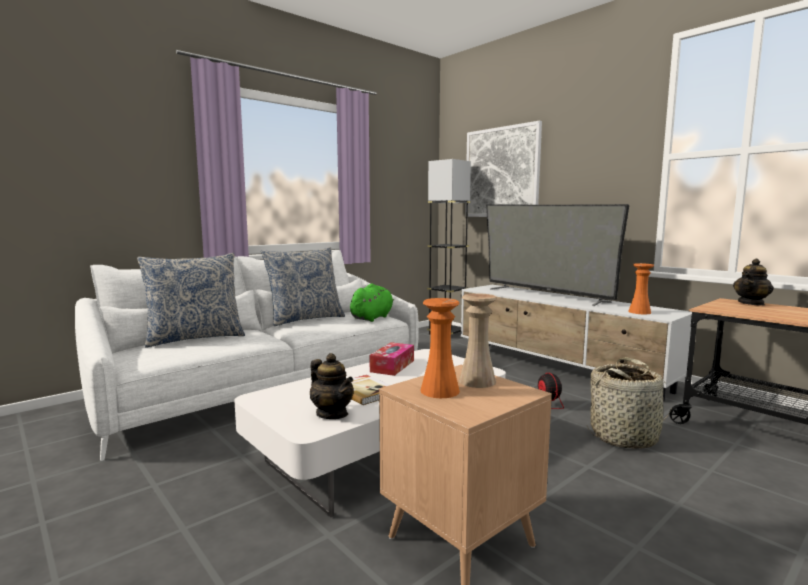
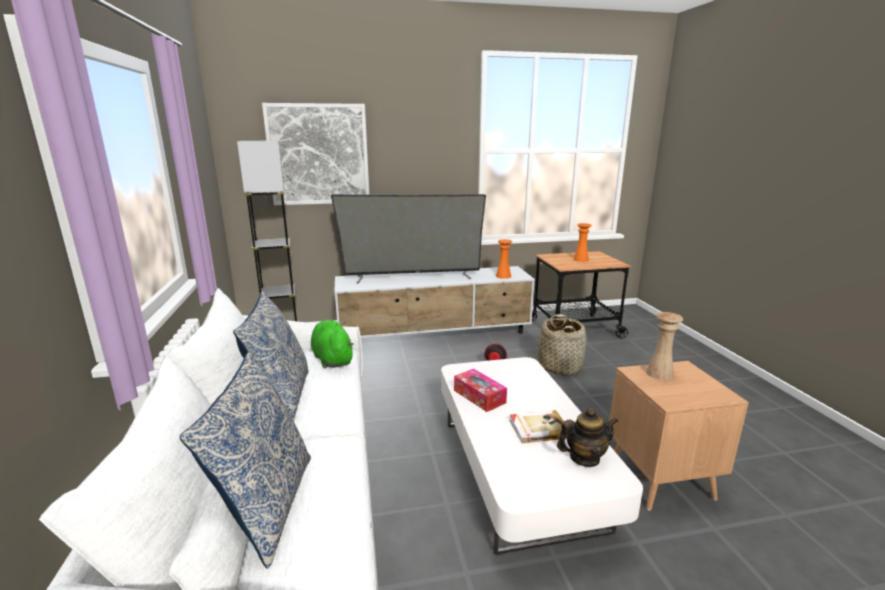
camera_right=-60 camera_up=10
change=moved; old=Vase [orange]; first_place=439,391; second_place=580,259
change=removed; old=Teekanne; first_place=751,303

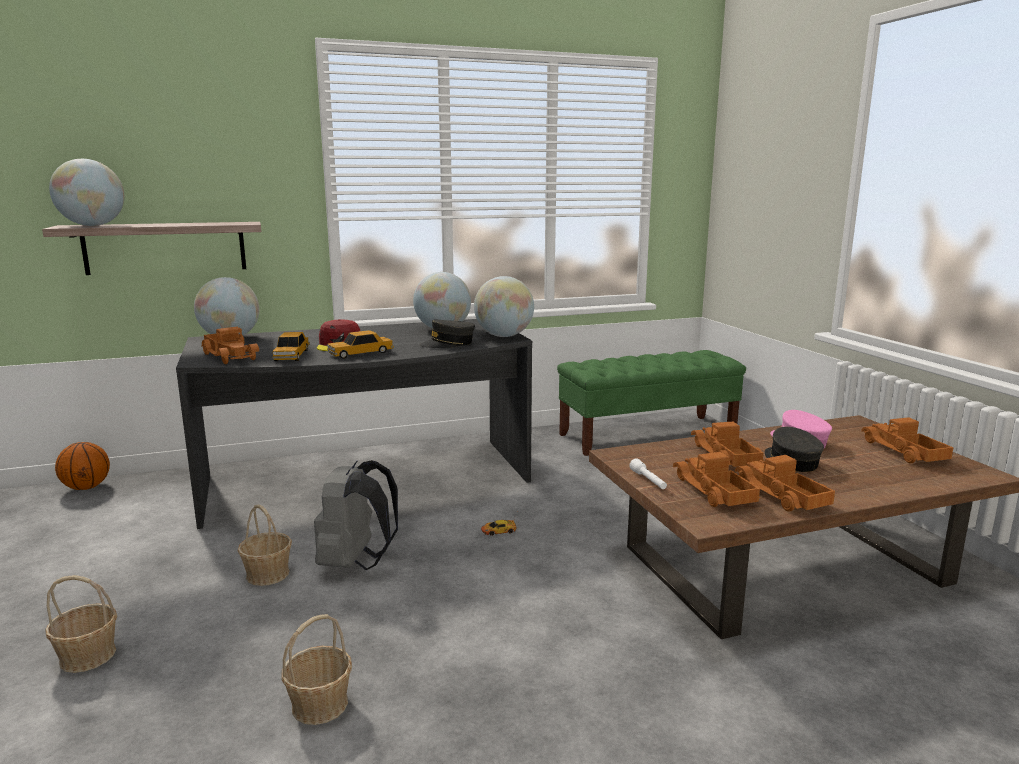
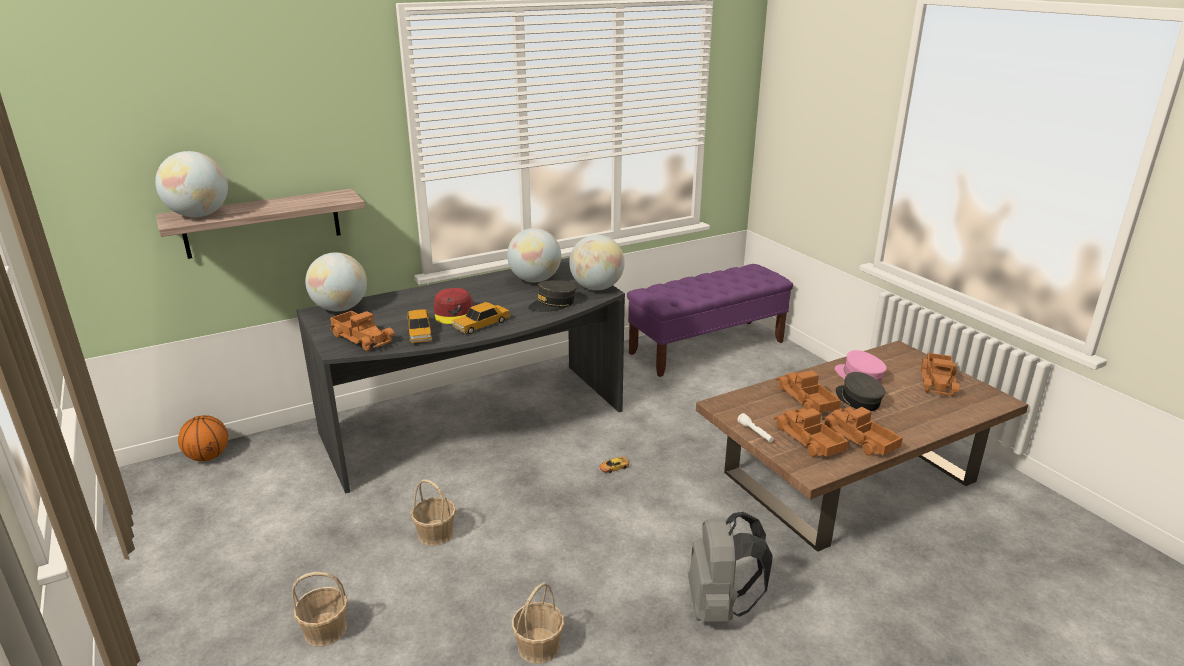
camera_right=-10 camera_up=10
change=recoloured; old=Bank [grün]; new=Bank [lila]; first_place=648,435; second_place=707,347
change=moved; old=Rucksack [grau]; first_place=355,562; second_place=720,607
change=turned; old=Spielzeuglaster; first_place=903,452; second_place=939,382; degrees=-135

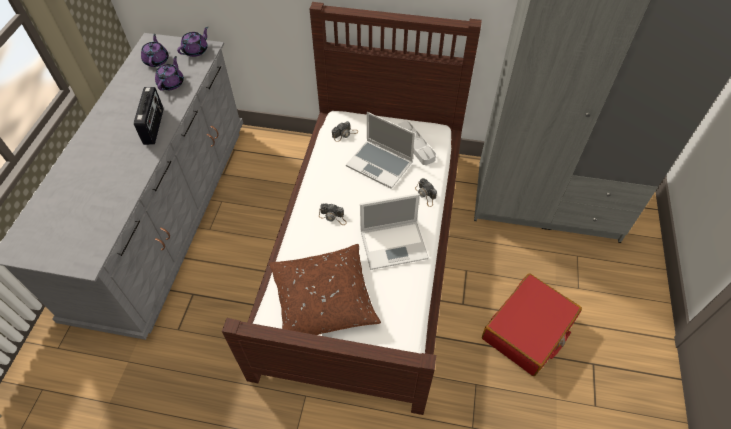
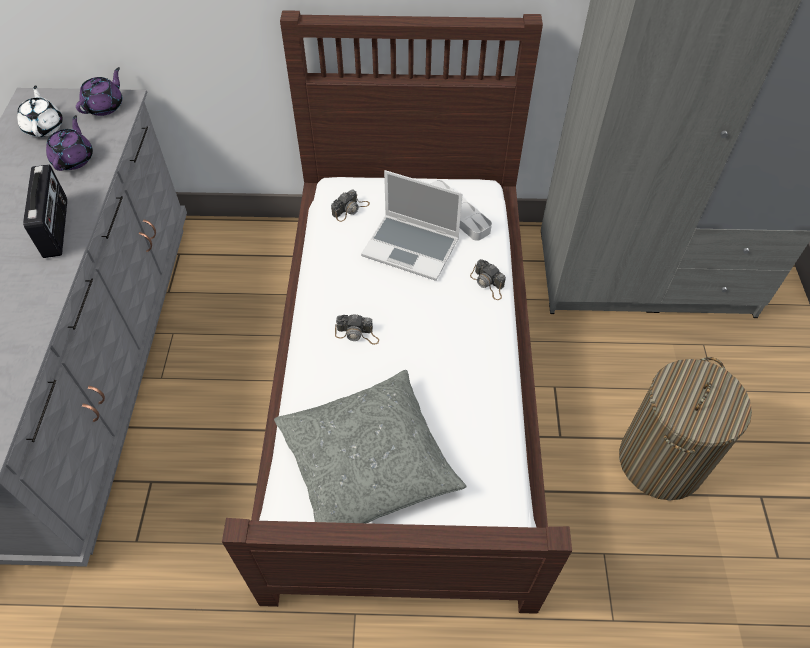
camera_right=-10 camera_up=0
change=recoloured; old=Teekanne [lila]; new=Teekanne [weiß]; first_place=157,60; second_place=44,127
change=recoloured; old=Kissen [braun]; new=Kissen [grau]; first_place=323,299; second_place=367,462
change=replaced; old=Koffer [rot]; new=Wäschekorb; first_place=528,330; second_place=660,461
change=removed; old=Laptop; first_place=395,244

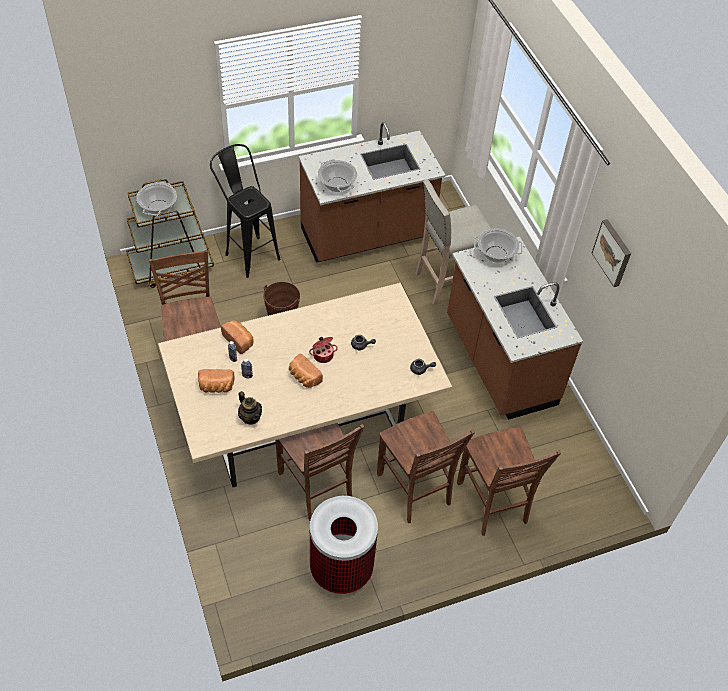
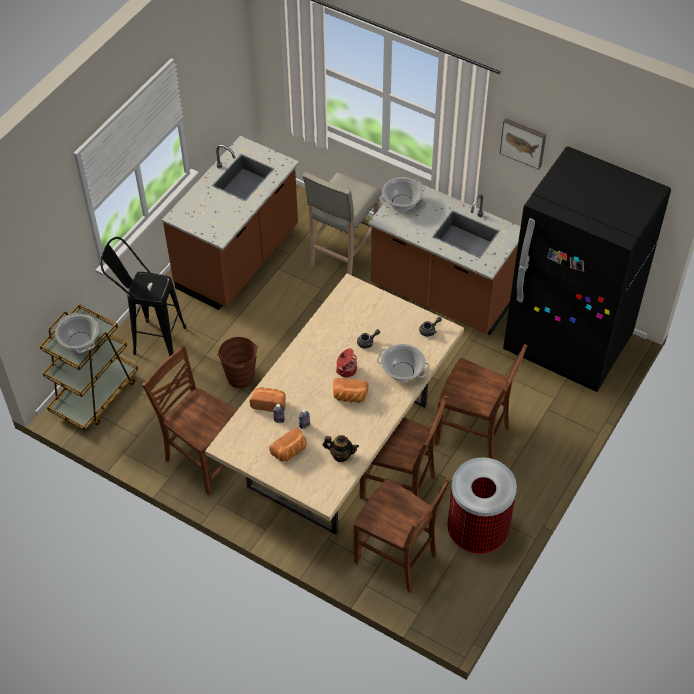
camera_right=-35 camera_up=0
change=moved; old=Stuhl [braun]; first_place=493,503; second_place=397,559
change=moved; old=Kochtopf; first_place=337,185; second_place=402,371
change=added; new=Kühlschrank [schwarz]; second_place=567,344

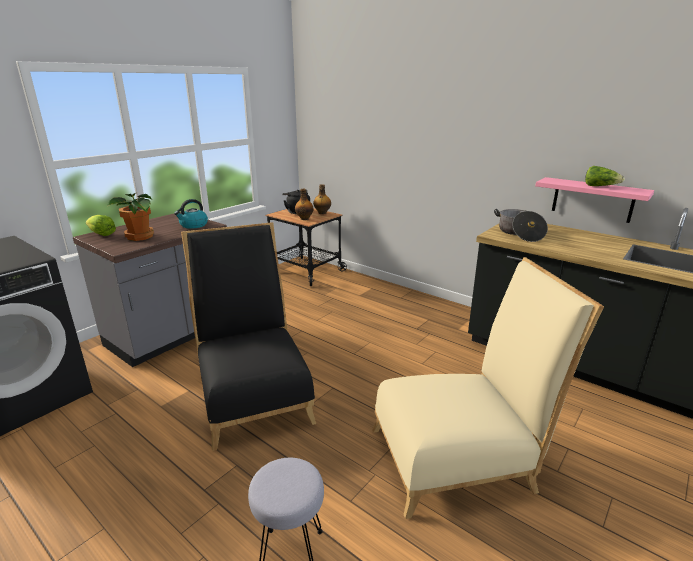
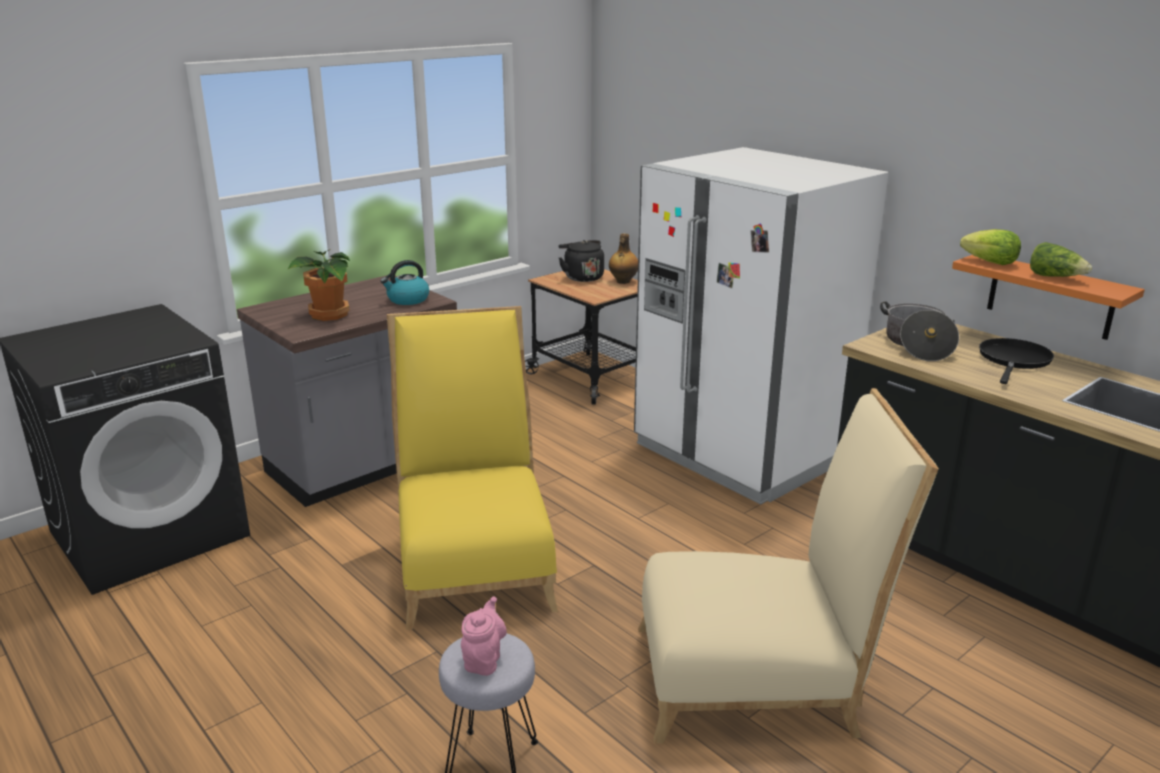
camera_right=10 camera_up=0
change=recoloured; old=Stuhl [schwarz]; new=Stuhl [gelb]; first_place=253,394; second_place=474,562
change=added; new=Teekanne [rosa]; second_place=483,659
change=added; new=Kühlschrank [weiß]; second_place=740,453
change=recoloured; old=Wandregal [rosa]; new=Wandregal [orange]; first_place=592,200; second_place=1050,296
change=moved; old=Salatkopf; first_place=102,235; second_place=990,263
change=added; new=Pfanne [schwarz]; second_place=1014,360
change=removed; old=Flasche; first_place=304,218

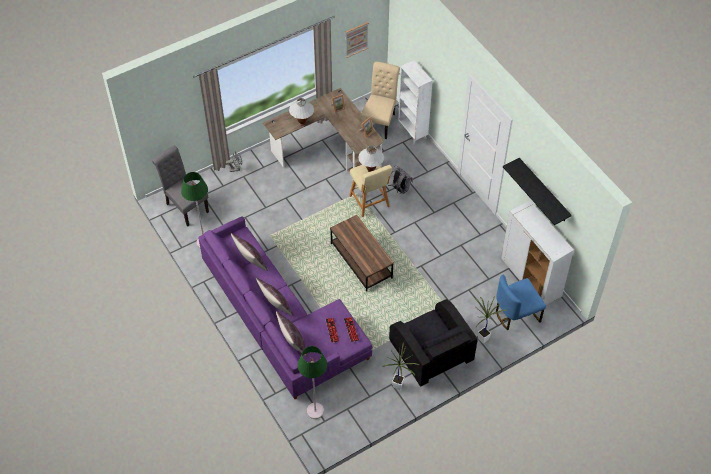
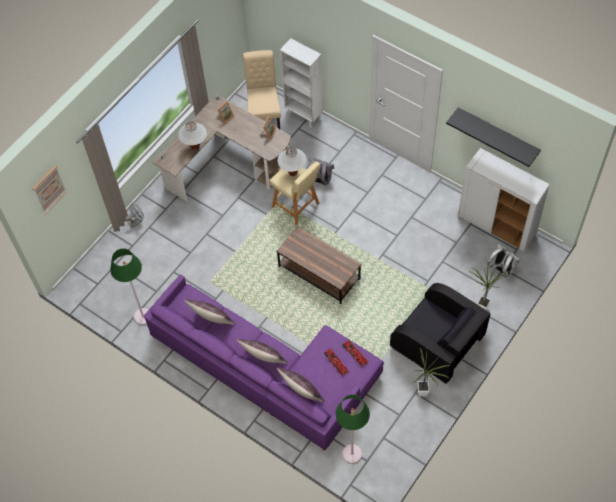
camera_right=-20 camera_up=5
change=moved; old=Bild; first_place=356,39; second_place=49,189
change=replaced; old=Stuhl [blau]; new=Rucksack [weiß]; first_place=516,314; second_place=502,269
change=removed; old=Stuhl [grau]; first_place=185,206

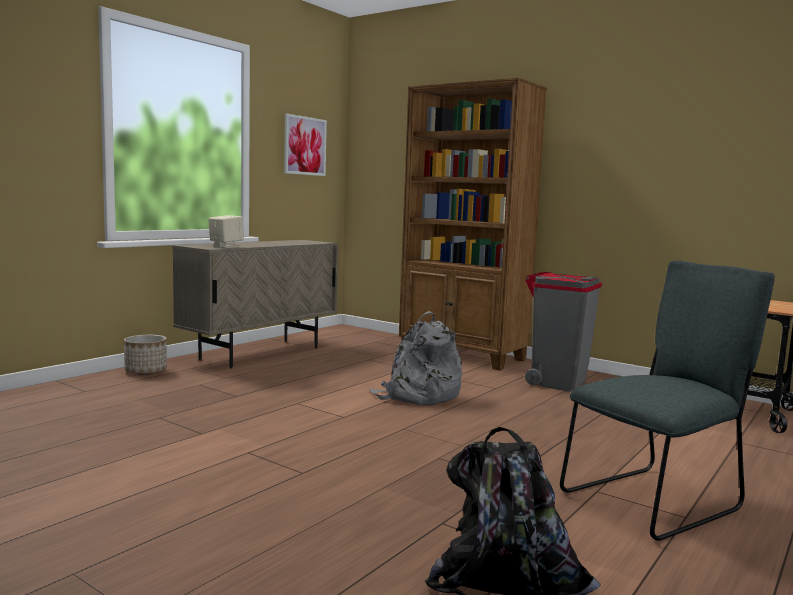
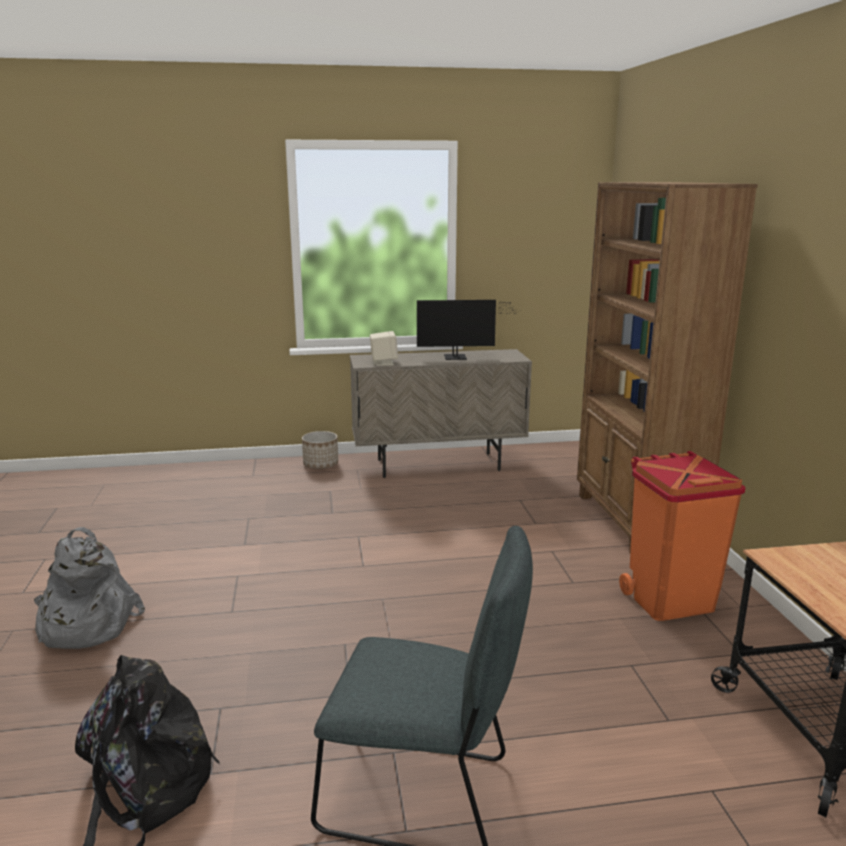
camera_right=45 camera_up=10
change=moved; old=Rucksack [grau]; first_place=418,396; second_place=84,625
change=added; new=Monitor; second_place=459,357
change=recoloured; old=Mülleimer [grau]; new=Mülleimer [orange]; first_place=557,382; second_place=669,600
change=removed; old=Bild; first_place=304,146

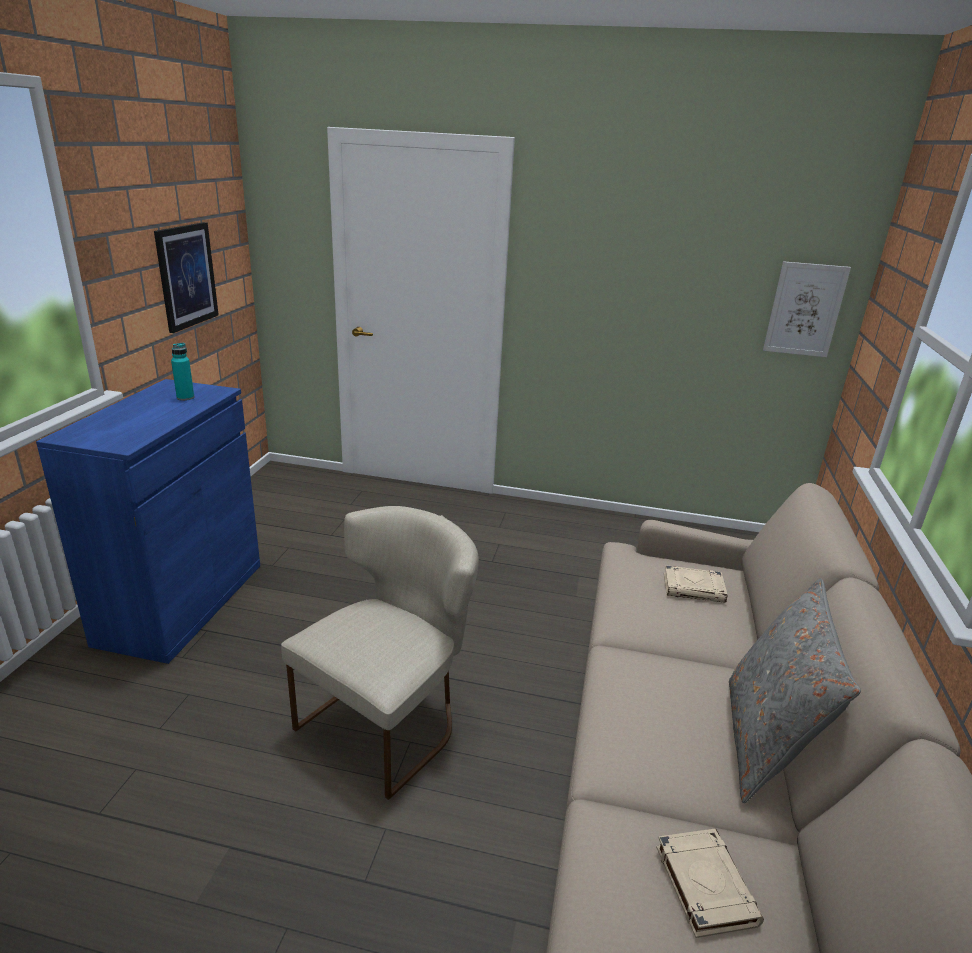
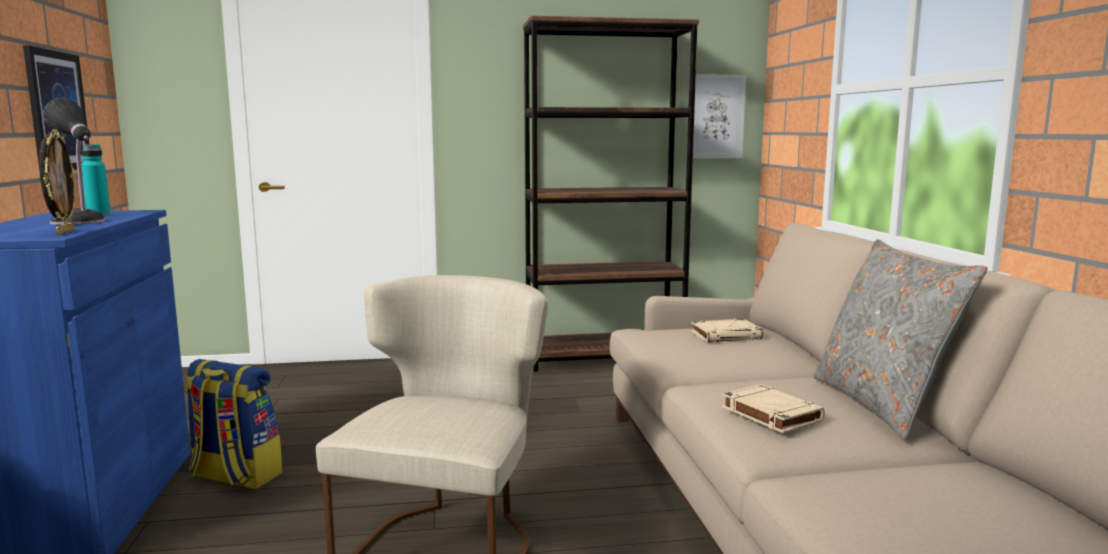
camera_right=-20 camera_up=-15
change=added; new=Bilderrahmen; second_place=64,232
change=added; new=Tischlampe; second_place=79,222
change=added; new=Rucksack; second_place=234,477
change=added; new=Bücherregal [braun]; second_place=604,358
change=moved; old=Buch [beige]; first_place=704,884; second_place=770,414

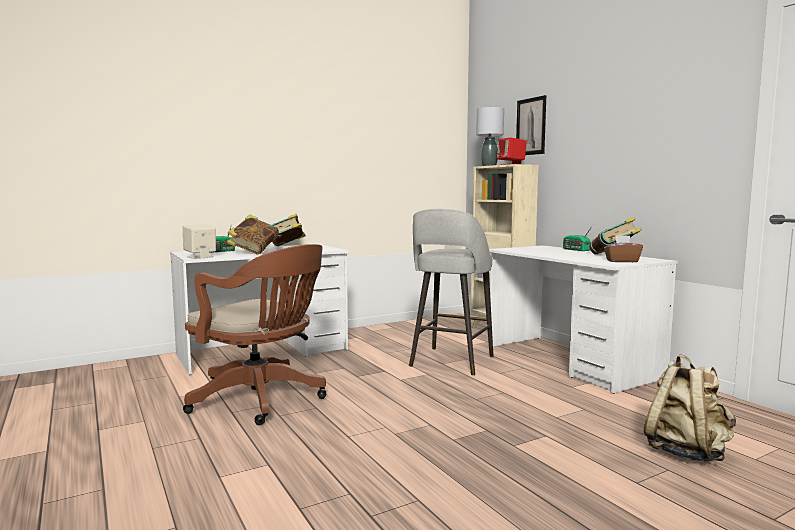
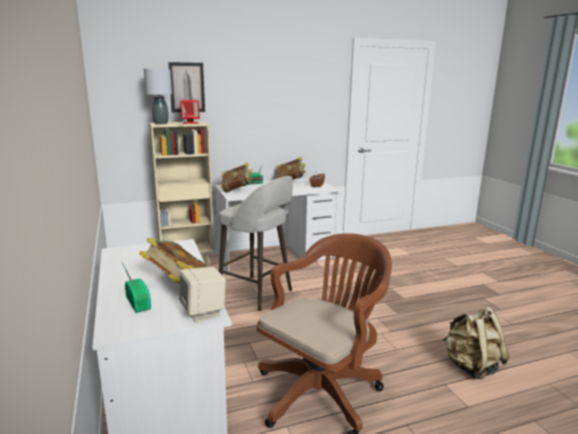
camera_right=-80 camera_up=10
change=moved; old=Buch; first_place=287,247; second_place=237,190
change=moved; old=Rucksack [beige]; first_place=686,452; second_place=471,367

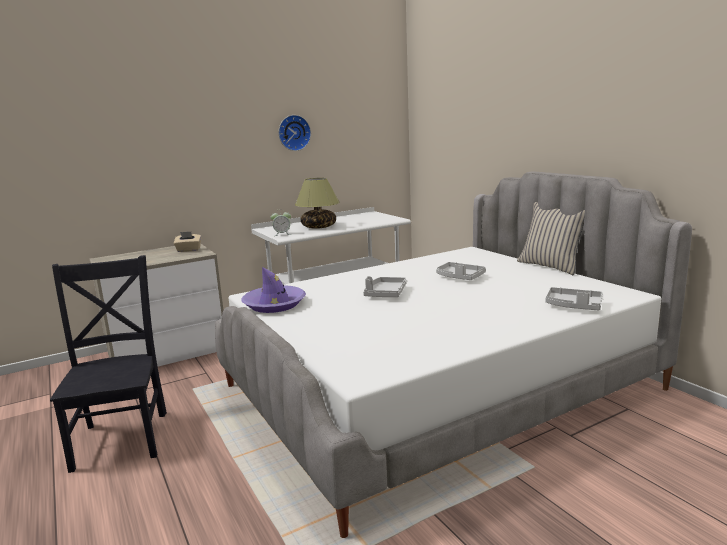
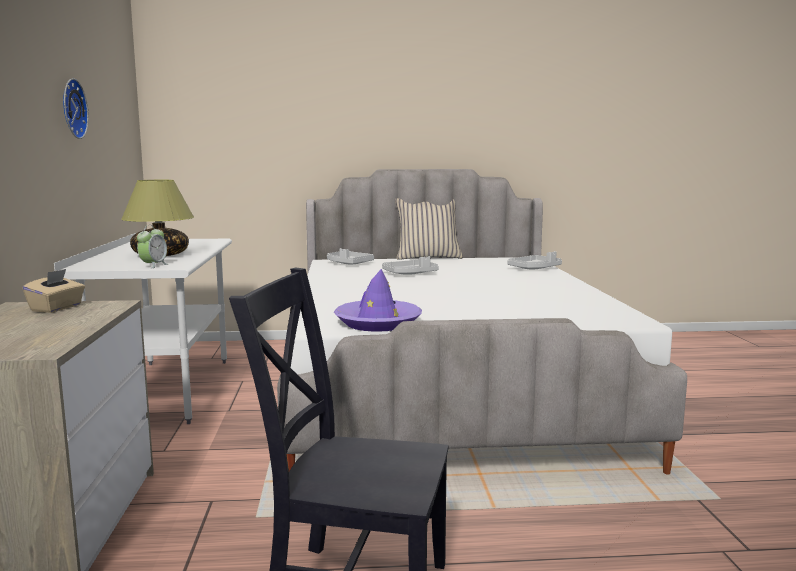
camera_right=-65 camera_up=-5
change=moved; old=Tablett [grau]; first_place=385,294; second_place=348,264

